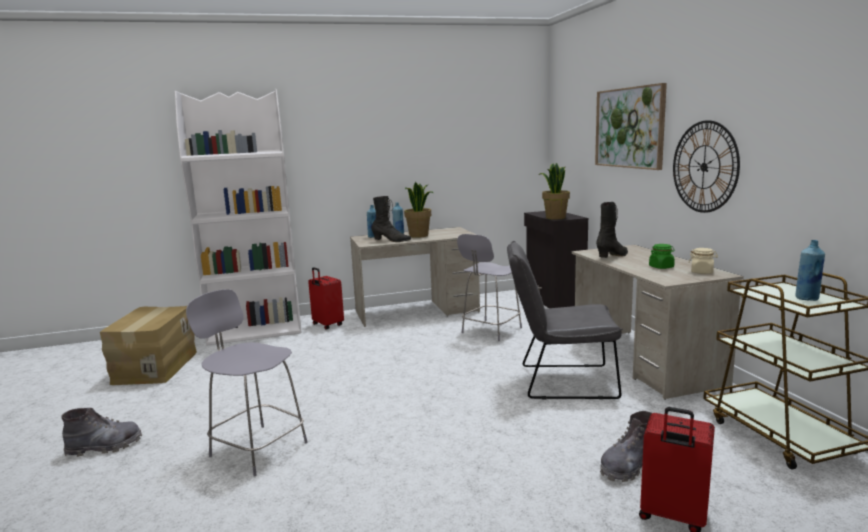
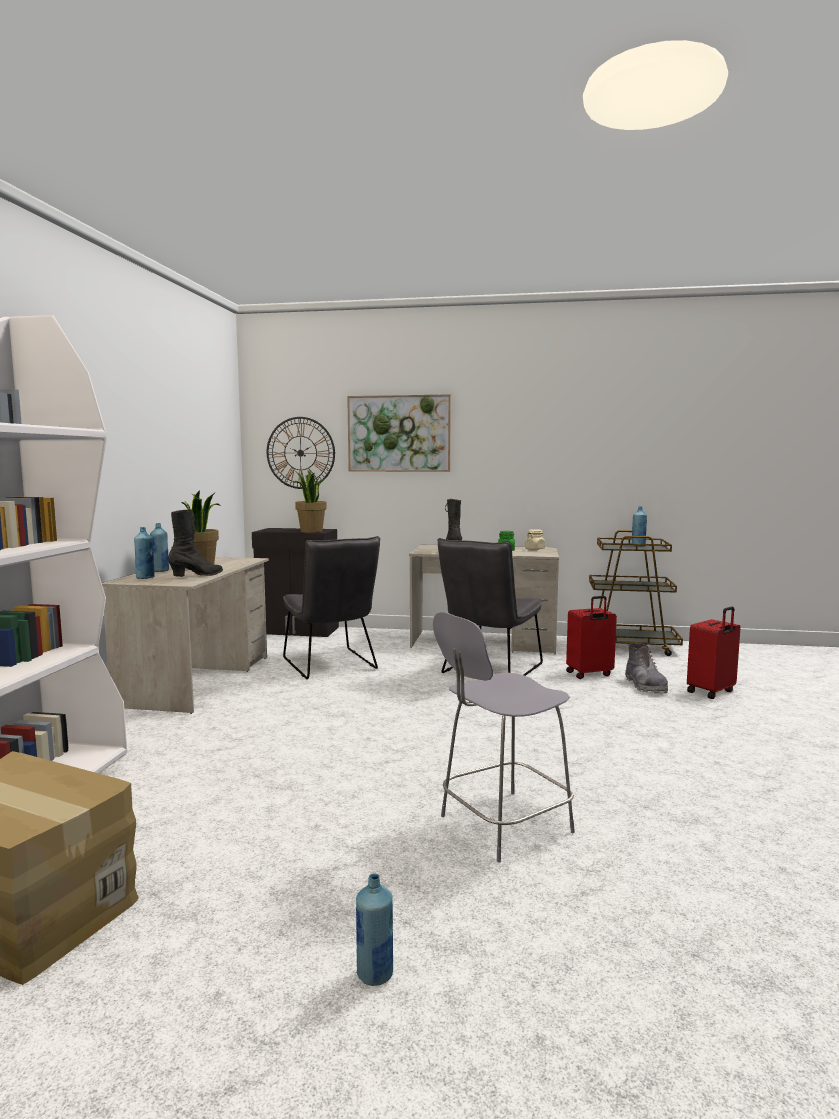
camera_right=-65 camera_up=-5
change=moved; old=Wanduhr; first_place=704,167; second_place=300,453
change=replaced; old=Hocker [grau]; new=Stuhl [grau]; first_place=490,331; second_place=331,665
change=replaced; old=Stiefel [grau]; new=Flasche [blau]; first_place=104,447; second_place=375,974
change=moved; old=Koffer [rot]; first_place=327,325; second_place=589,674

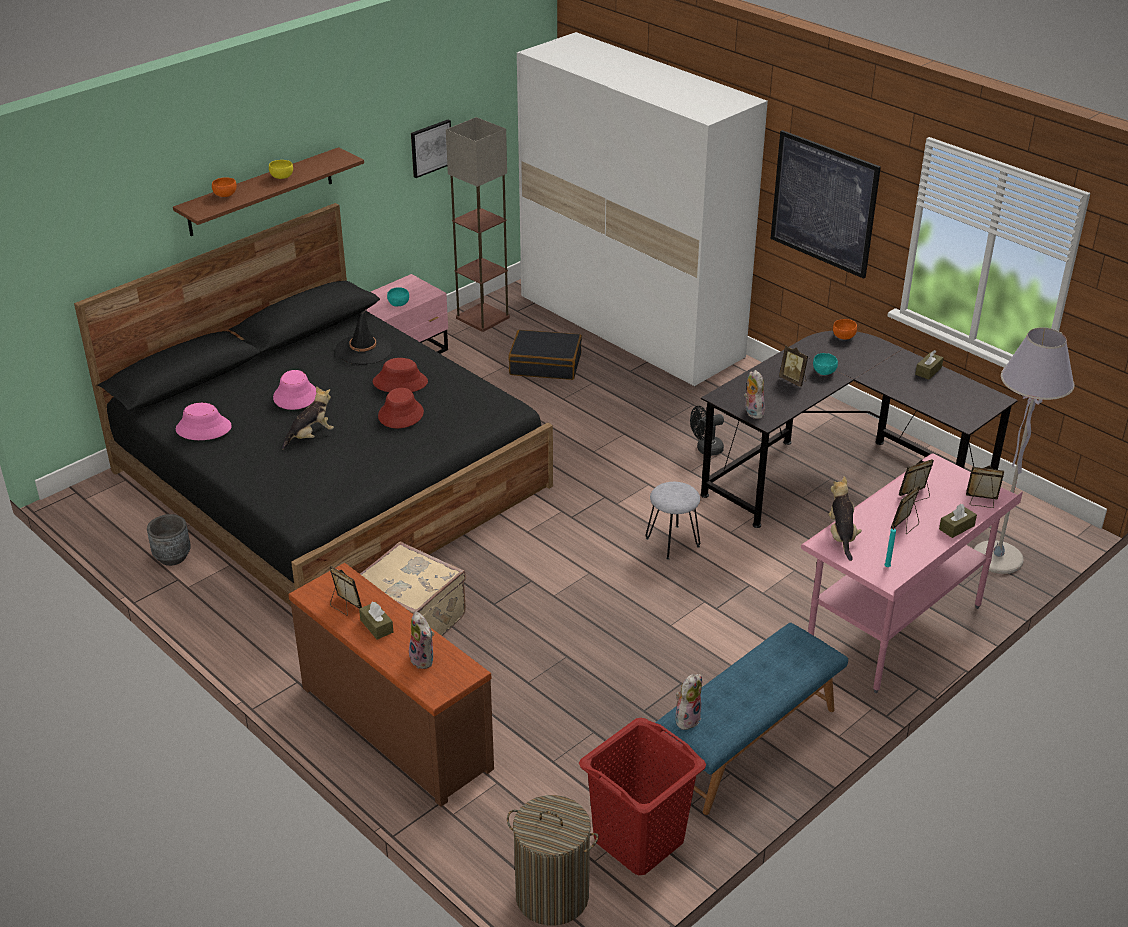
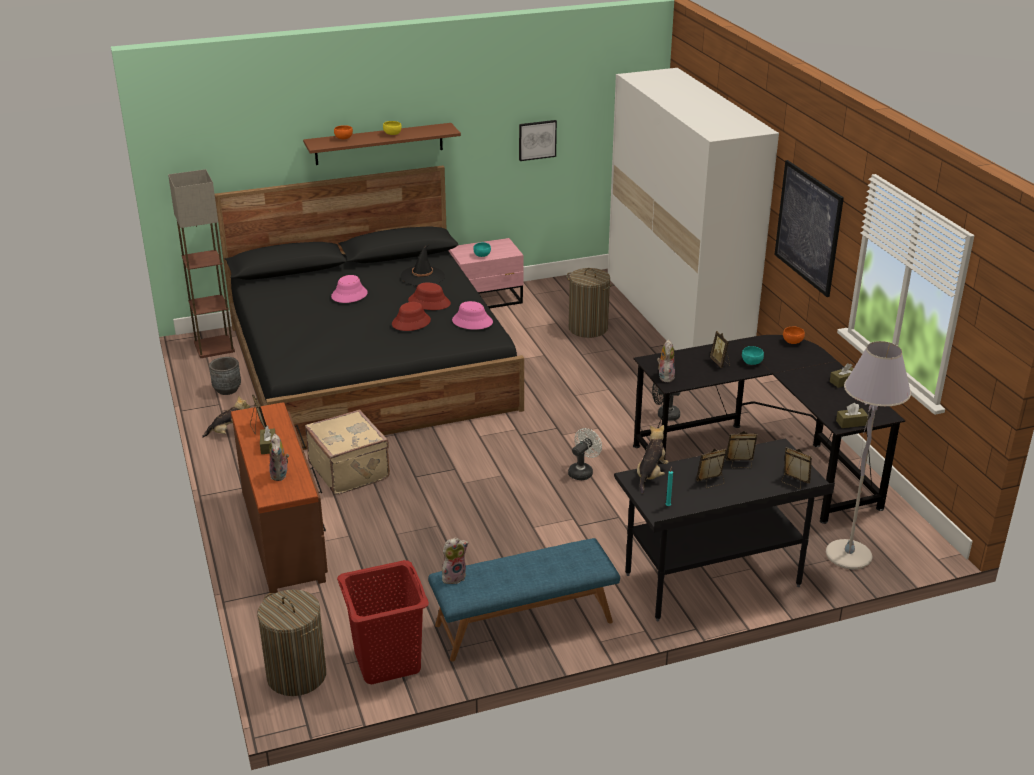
camera_right=25 camera_up=-5
change=moved; old=Stehlampe; first_place=481,318; second_place=213,347
change=moved; old=Plüschtier; first_place=311,436; second_place=229,433
change=moved; old=Hut [rosa]; first_place=203,428; second_place=472,322
change=replaced; old=Koffer [schwarz]; new=Wäschekorb; first_place=545,364; second_place=588,328
change=replaced; old=Hocker [grau]; new=Ventilator [weiß]; first_place=672,542; second_place=582,471
change=recoloured; old=Schreibtisch [rosa]; new=Schreibtisch [schwarz]; first_place=895,629; second_place=712,581
change=moved; old=Taschentuchbox [braun]; first_place=956,527; second_place=851,423

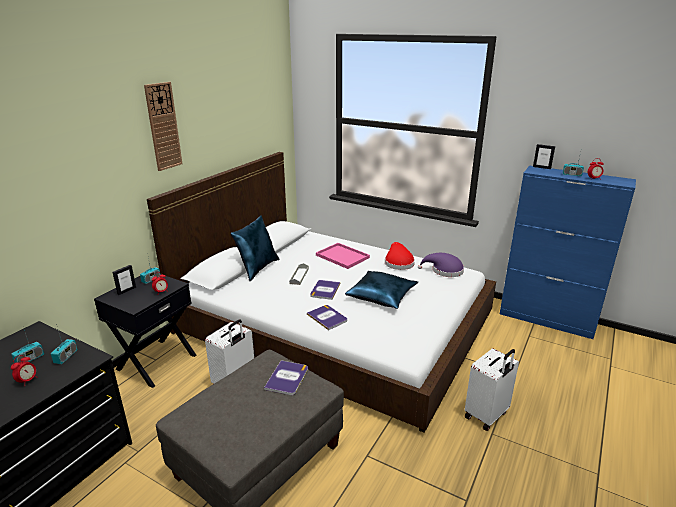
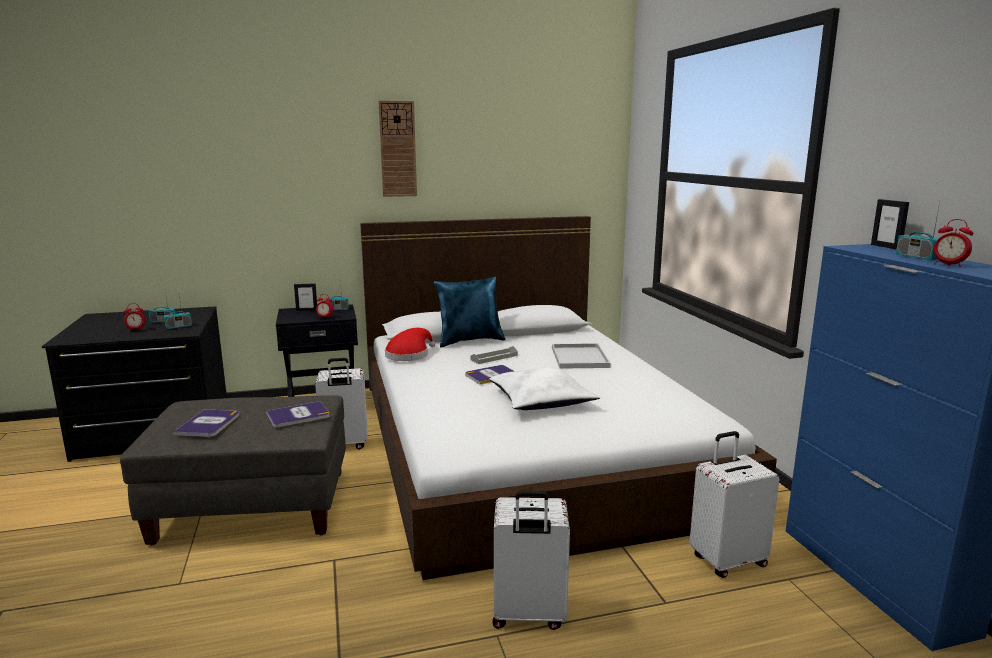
camera_right=45 camera_up=-10
change=moved; old=Buch; first_place=327,317; second_place=208,424
change=moved; old=Hut [rot]; first_place=398,262; second_place=409,355
change=recoloured; old=Kissen [blau]; new=Kissen [weiß]; first_place=381,295; second_place=542,401
change=recoloured; old=Tablett [rosa]; new=Tablett [weiß]; first_place=341,256; second_place=578,357
change=added; new=Koffer [weiß]; second_place=727,560
change=removed; old=Hut [lila]; first_place=444,271

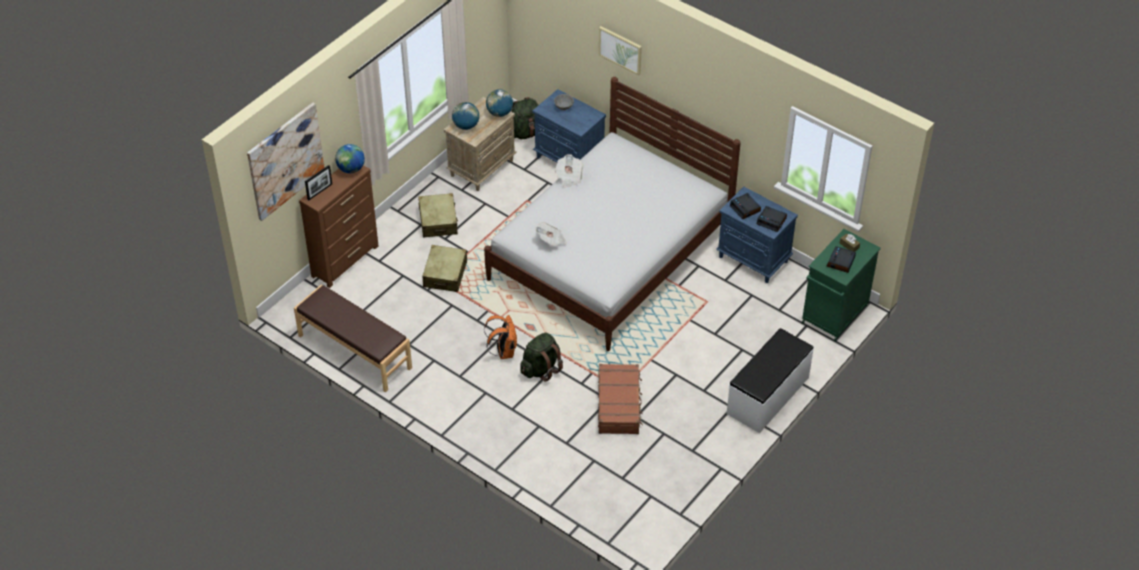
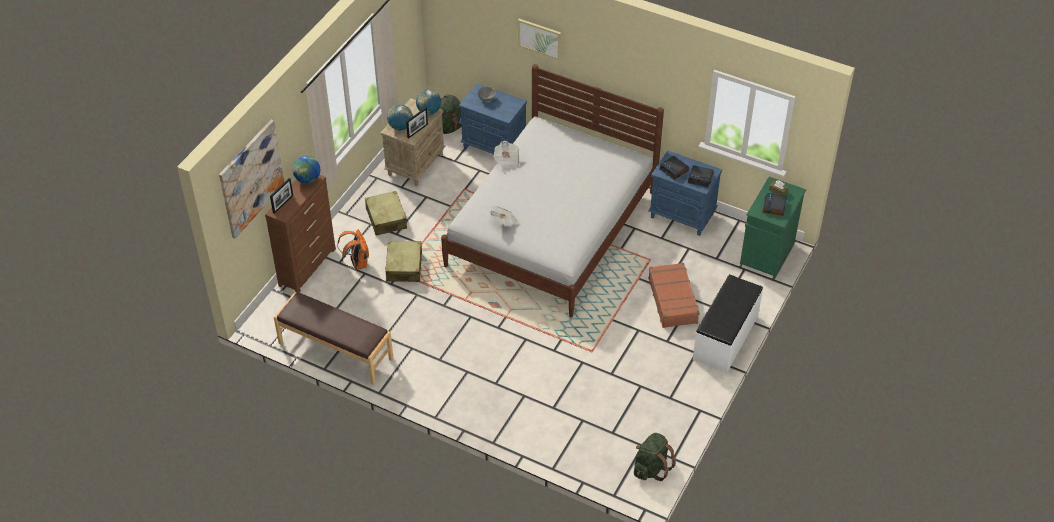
camera_right=-10 camera_up=0
change=moved; old=Rucksack [orange]; first_place=503,351; second_place=357,263
change=added; new=Bilderrahmen; second_place=417,131
change=moved; old=Rucksack [grün]; first_place=541,369; second_place=651,468
change=moved; old=Koffer [braun]; first_place=619,404; second_place=673,300

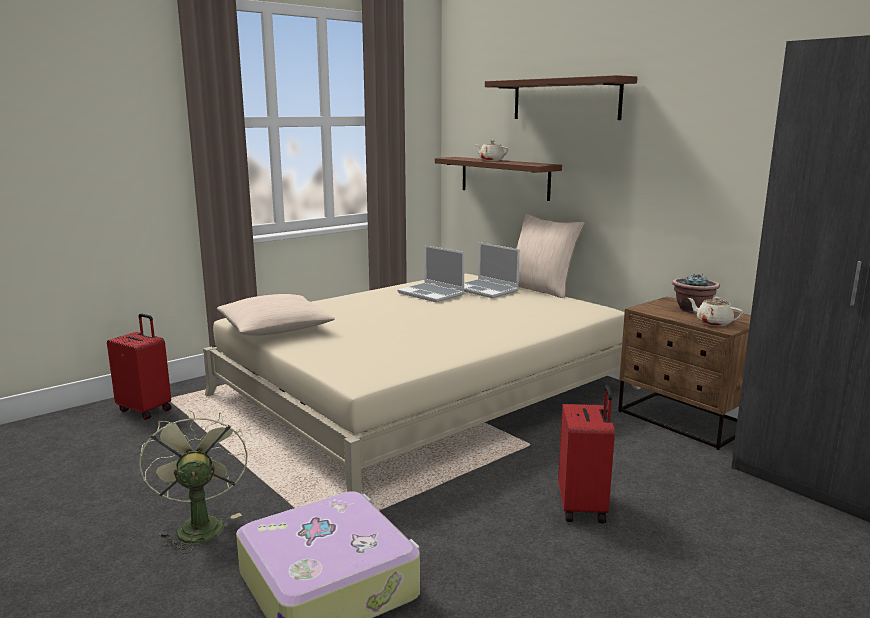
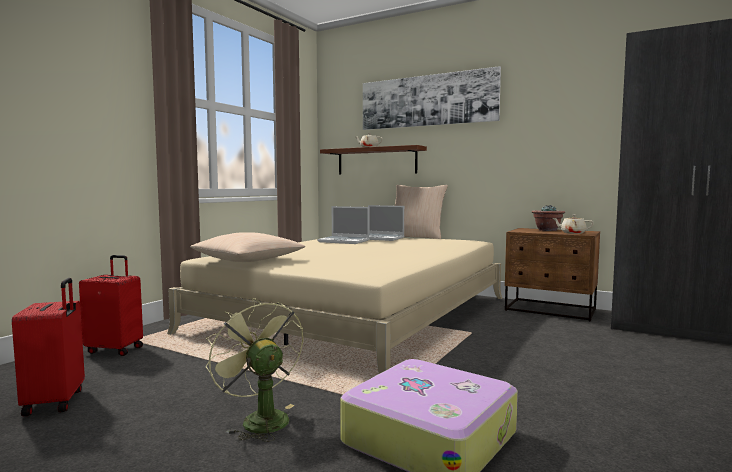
camera_right=-20 camera_up=-10
change=moved; old=Koffer [rot]; first_place=583,507; second_place=56,402
change=replaced; old=Wandregal [braun]; new=Bild; first_place=565,99; second_place=427,101

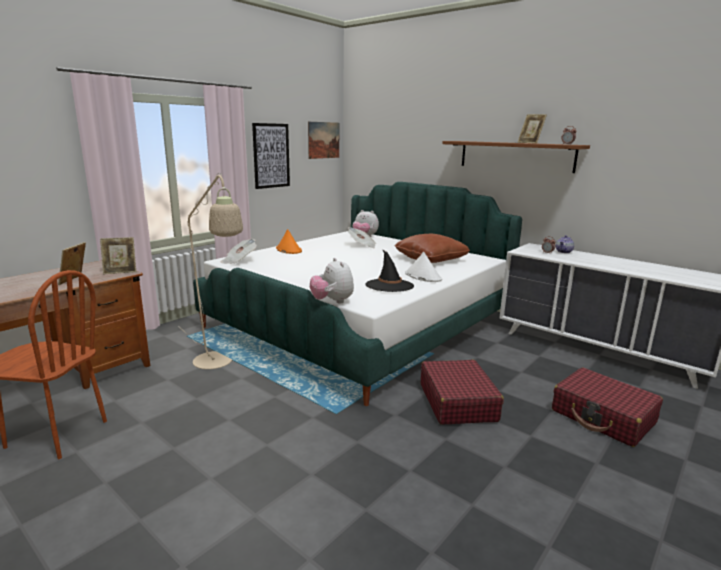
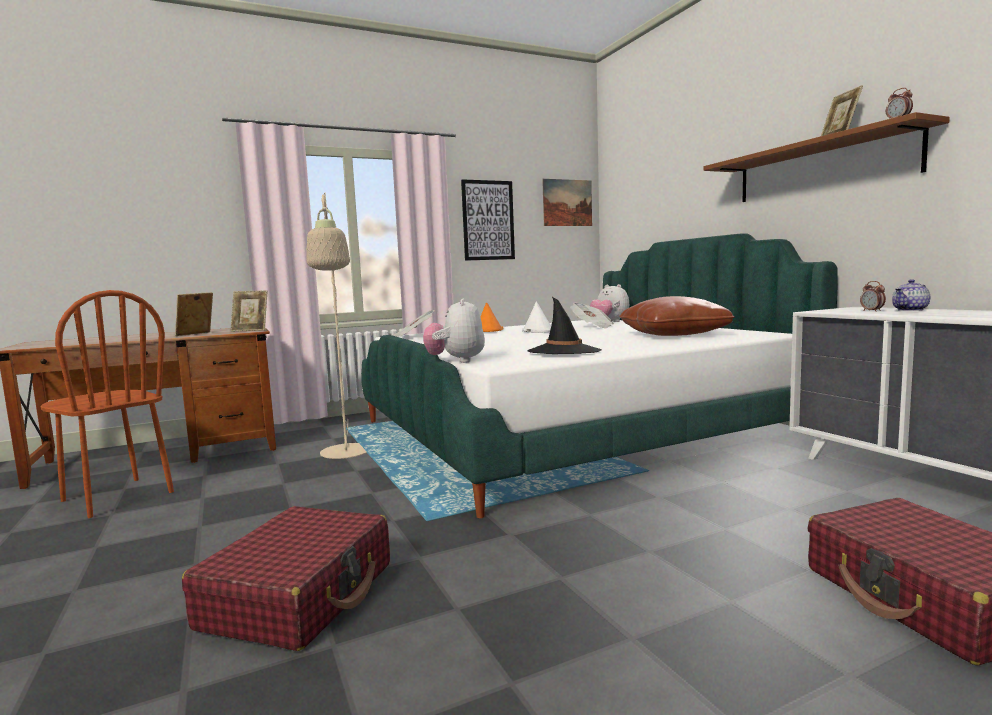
camera_right=25 camera_up=-10
change=moved; old=Koffer [rot]; first_place=457,402; second_place=300,595
change=moved; old=Hut [weiß]; first_place=422,276; second_place=537,331

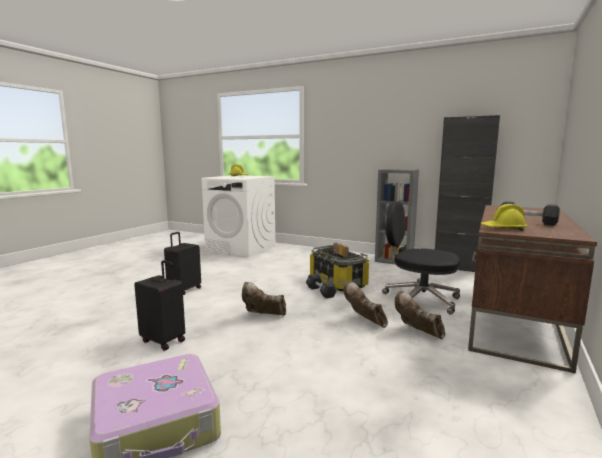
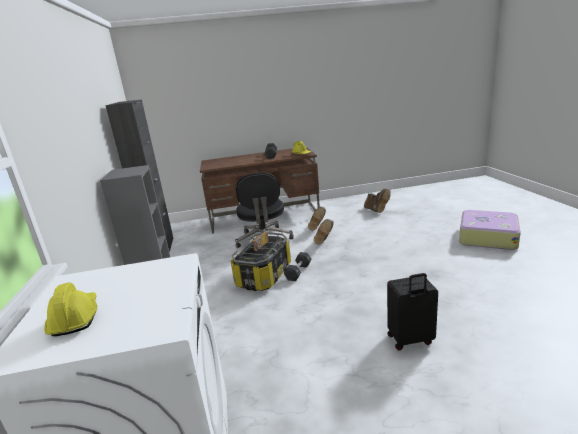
camera_right=-125 camera_up=10
change=moved; old=Stiefel [braun]; first_place=263,316; second_place=376,210
change=removed; old=Koffer [schwarz]; first_place=164,340

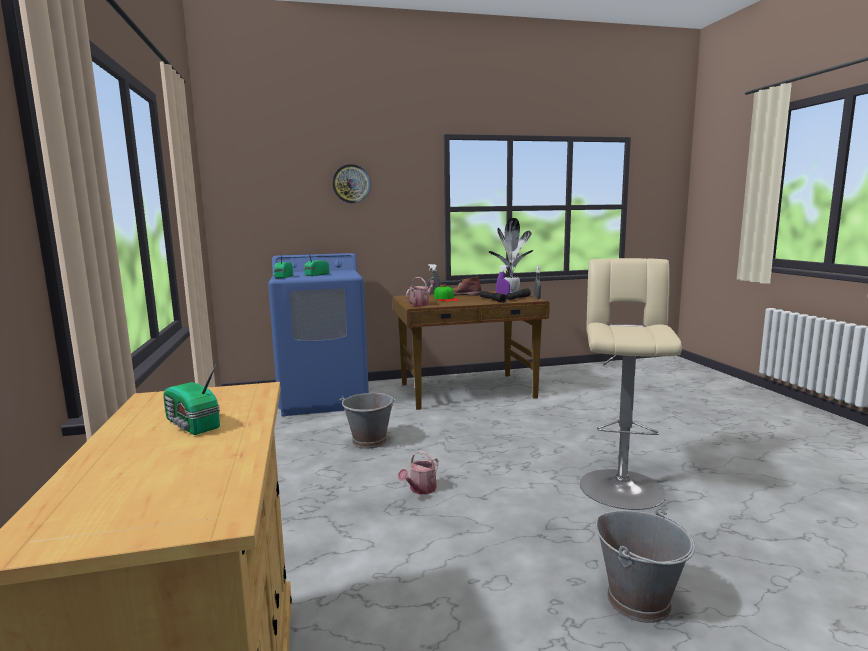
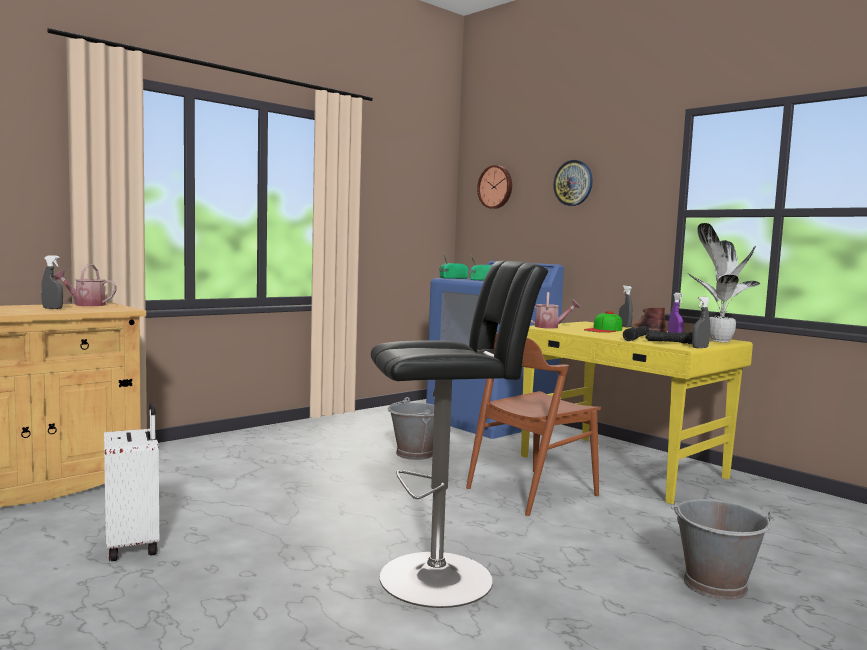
camera_right=60 camera_up=-5
change=replaced; old=Radio; new=Sprühflasche [grau]; first_place=191,425; second_place=52,308
change=moved; old=Gießkanne; first_place=420,489; second_place=86,304
change=added; new=Koffer [weiß]; second_place=134,545
change=recoloured; old=Hocker [beige]; new=Hocker [schwarz]; first_place=620,485; second_place=444,577
change=added; new=Stuhl [braun]; second_place=531,491
change=added; new=Wanduhr; second_place=496,187
change=recoloured; old=Schreibtisch [braun]; new=Schreibtisch [gelb]; first_place=468,391; second_place=621,467
change=moved; old=Eimer [grau]; first_place=639,600; second_place=716,585

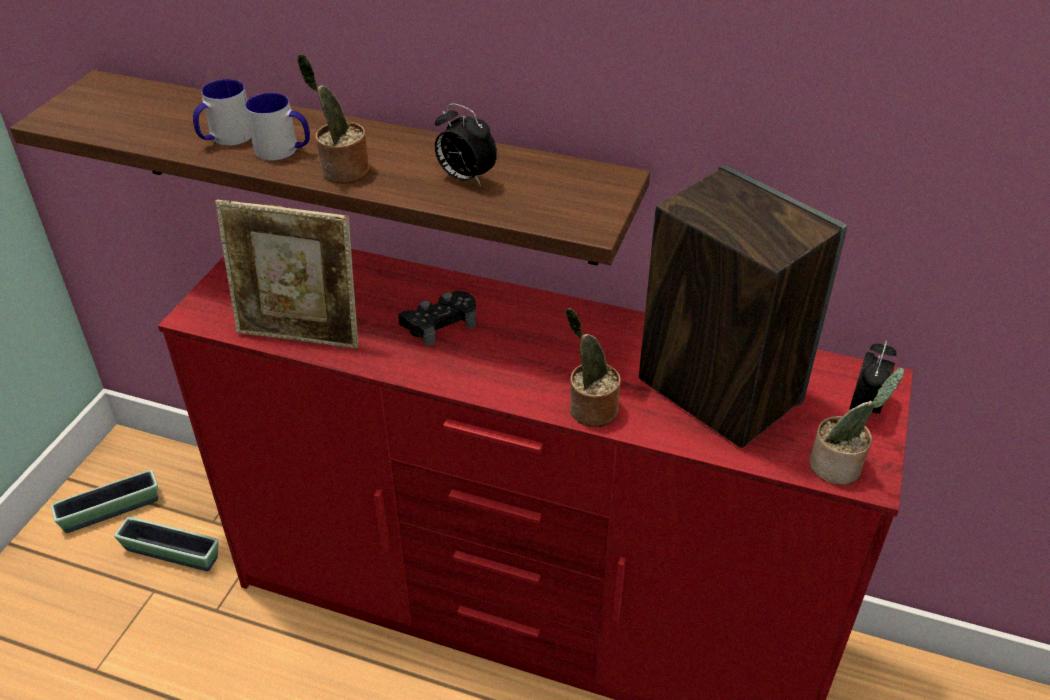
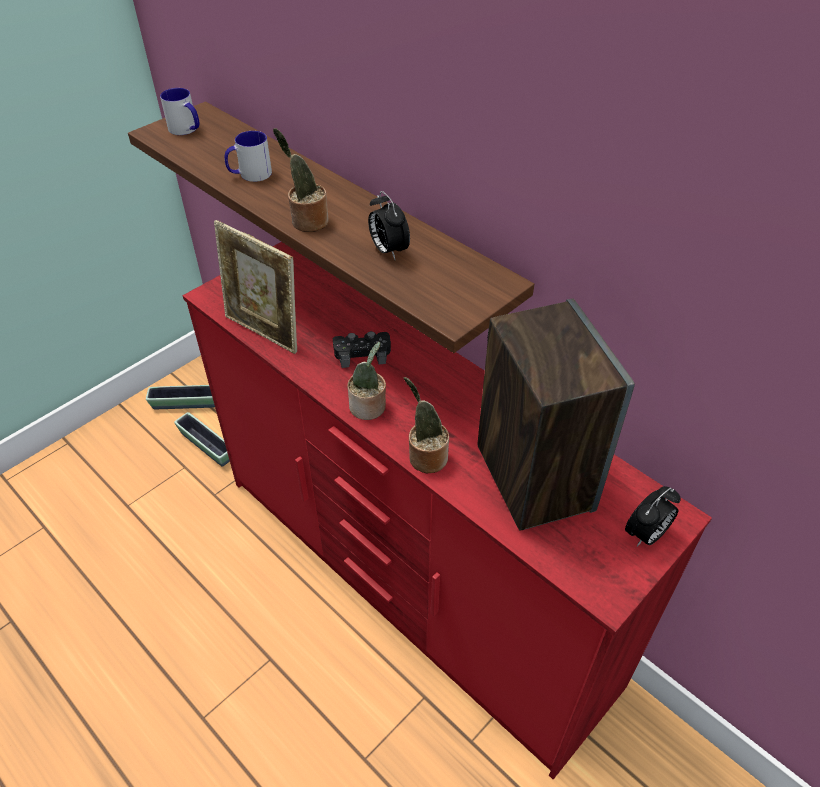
camera_right=25 camera_up=5
change=moved; old=Henkelbecher; first_place=284,150; second_place=186,130
change=moved; old=Topfpflanze; first_place=839,467; second_place=369,408

